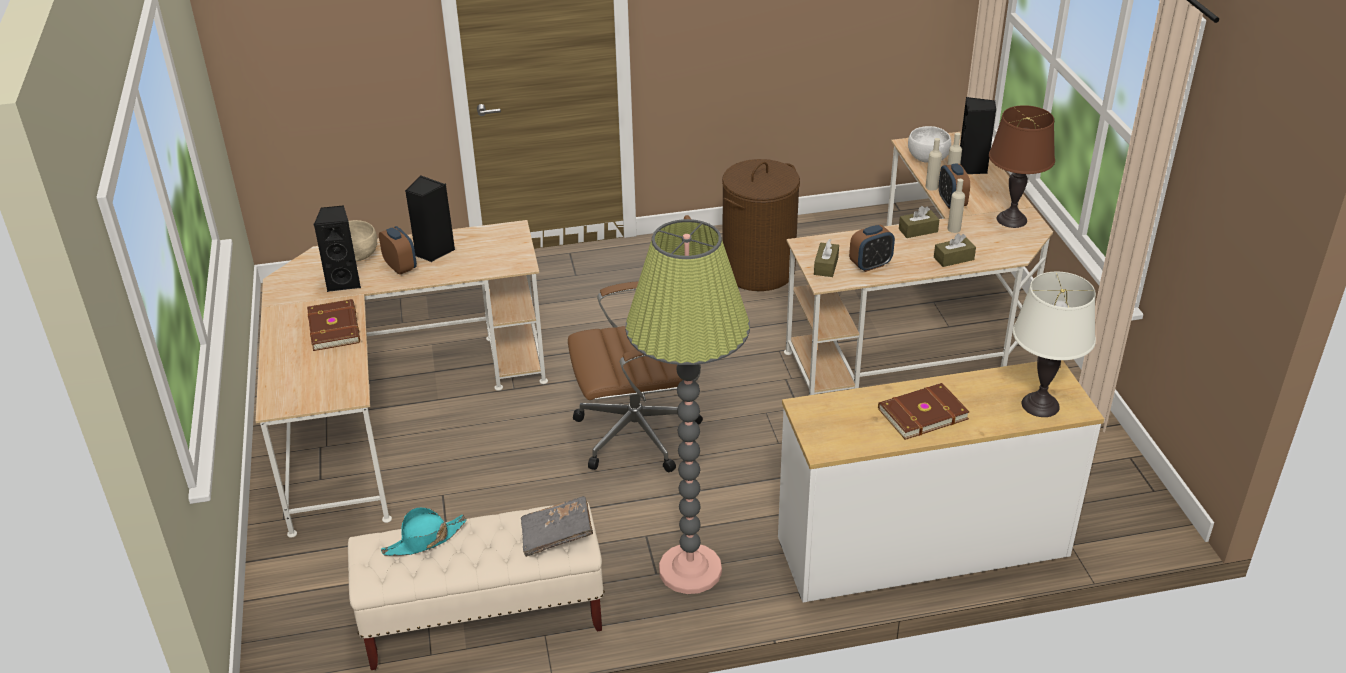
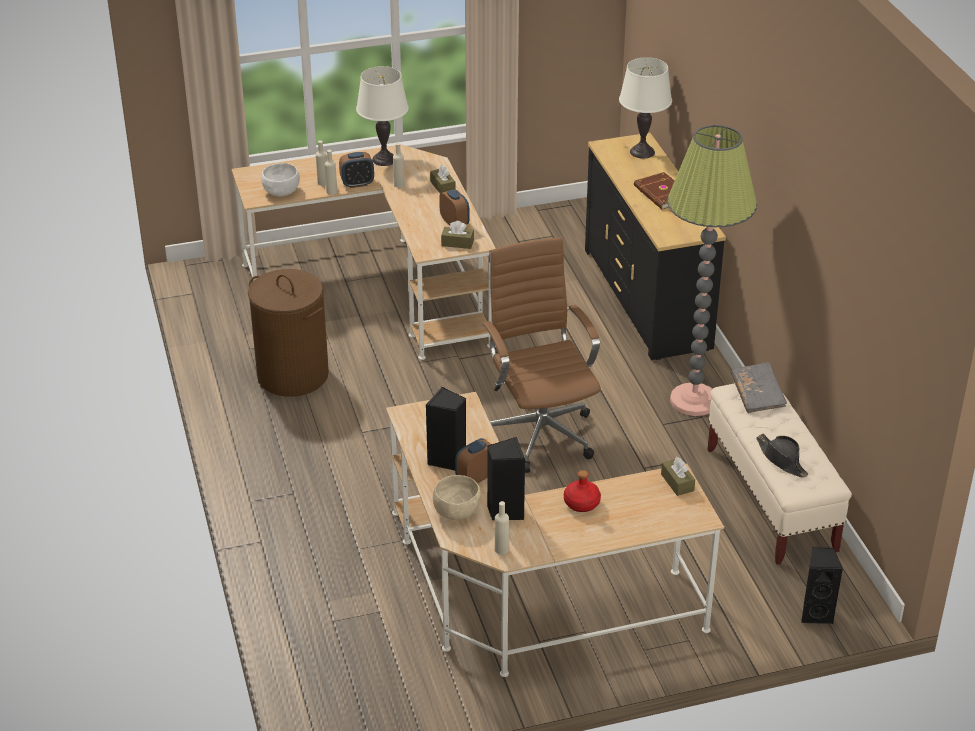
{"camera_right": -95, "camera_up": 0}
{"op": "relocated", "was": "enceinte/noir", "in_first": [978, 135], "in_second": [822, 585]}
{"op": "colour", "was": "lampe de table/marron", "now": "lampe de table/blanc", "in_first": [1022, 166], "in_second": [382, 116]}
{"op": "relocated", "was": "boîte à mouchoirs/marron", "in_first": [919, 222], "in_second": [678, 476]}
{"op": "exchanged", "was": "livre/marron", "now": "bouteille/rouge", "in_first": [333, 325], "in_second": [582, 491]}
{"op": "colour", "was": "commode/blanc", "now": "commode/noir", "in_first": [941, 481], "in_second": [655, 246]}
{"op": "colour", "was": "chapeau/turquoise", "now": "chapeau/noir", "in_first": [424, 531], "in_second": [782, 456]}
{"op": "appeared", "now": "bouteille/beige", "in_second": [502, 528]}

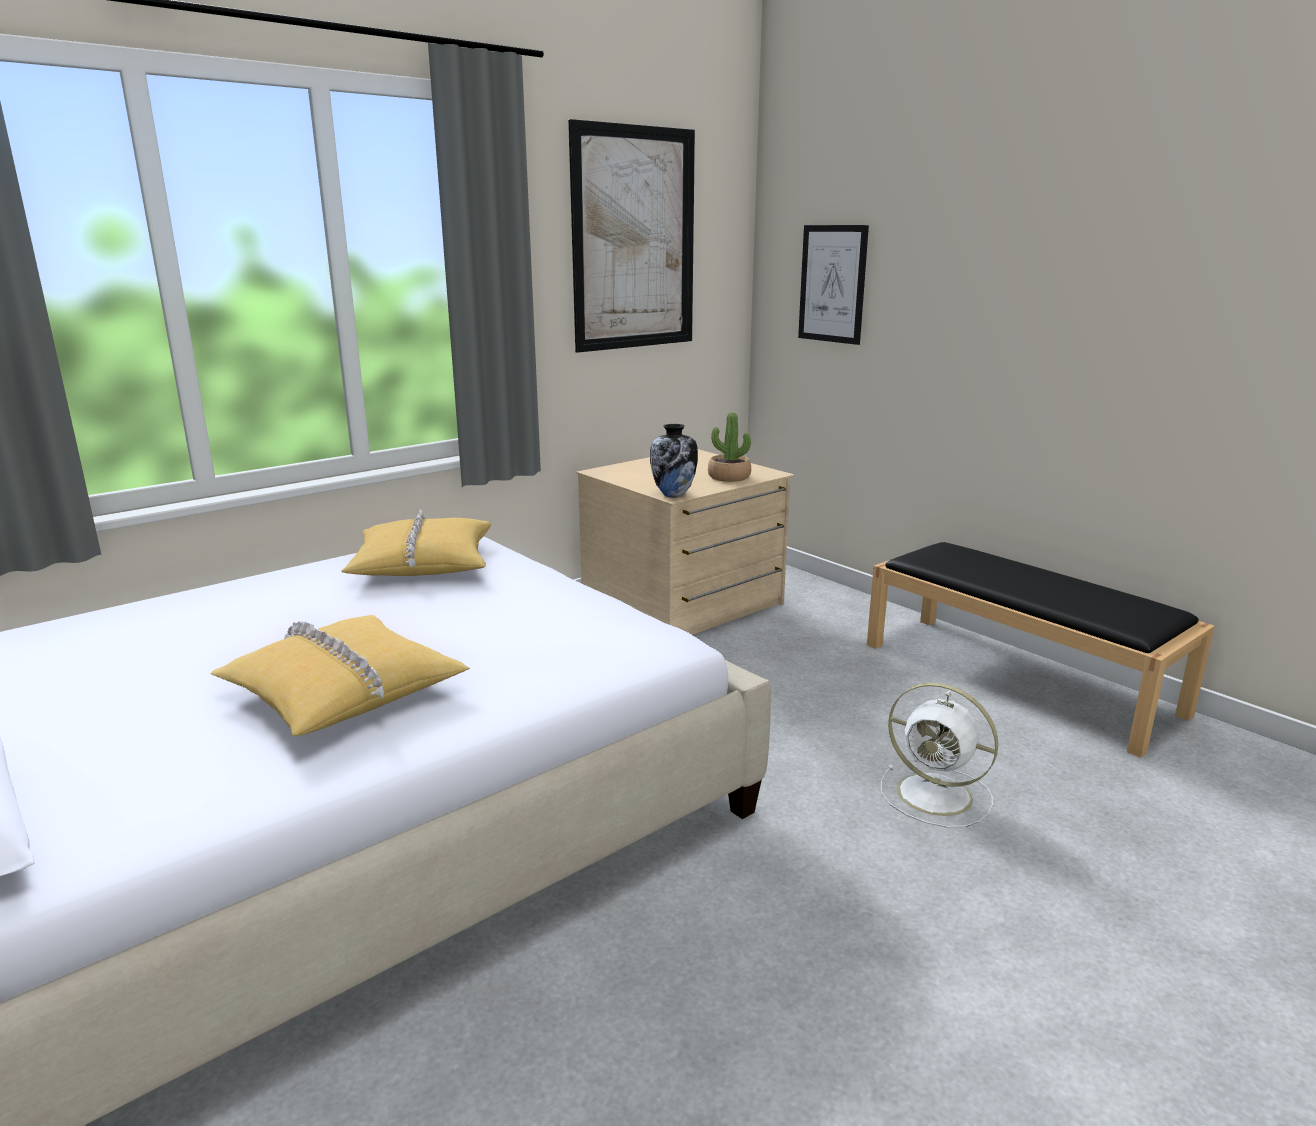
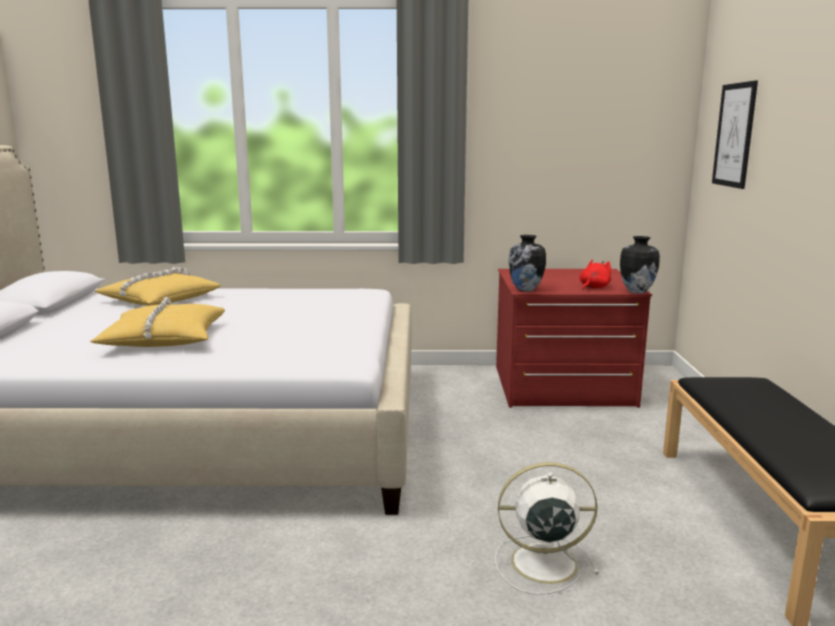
{"camera_right": 40, "camera_up": -5}
{"op": "missing", "was": "tableau", "in_first": [631, 236]}
{"op": "exchanged", "was": "plante en pot", "now": "peluche/rouge", "in_first": [729, 447], "in_second": [595, 274]}
{"op": "colour", "was": "commode/beige", "now": "commode/rouge", "in_first": [685, 542], "in_second": [574, 338]}
{"op": "relocated", "was": "coussin/jaune", "in_first": [416, 542], "in_second": [158, 286]}
{"op": "spun", "was": "ventilateur/blanc", "in_first": [939, 755], "in_second": [547, 528], "clockwise": 105}
{"op": "appeared", "now": "vase", "in_second": [640, 265]}

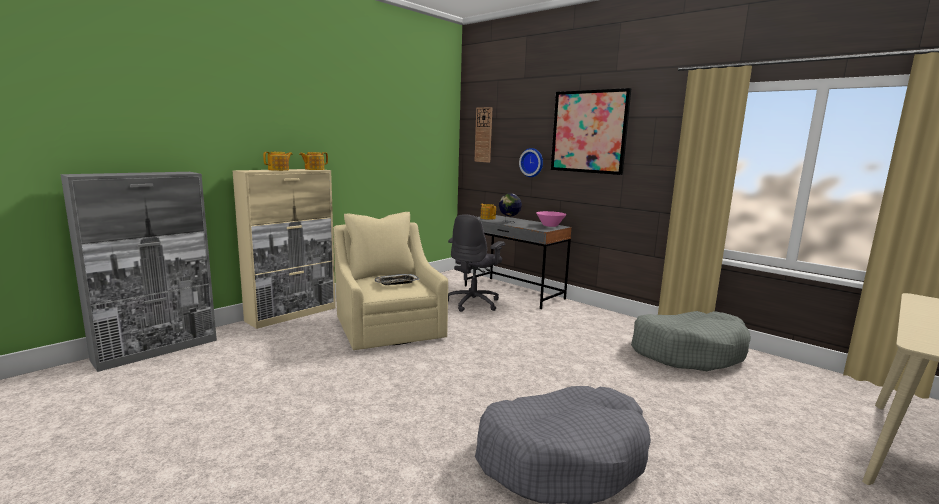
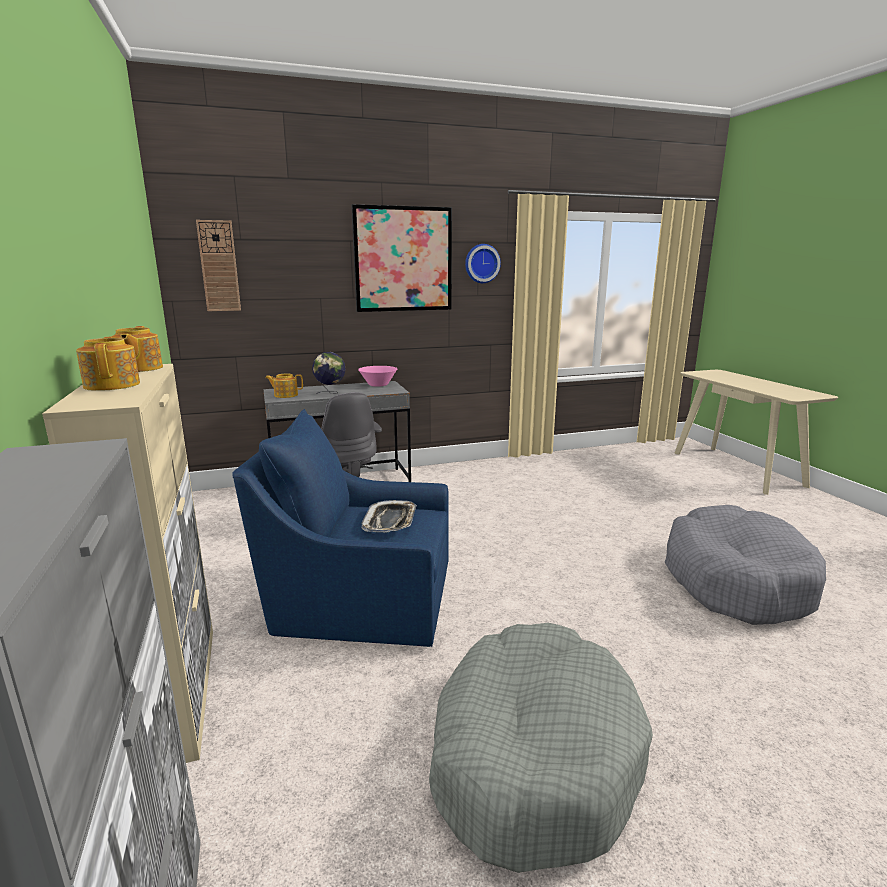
{"camera_right": -60, "camera_up": 5}
{"op": "relocated", "was": "horloge murale", "in_first": [531, 162], "in_second": [483, 263]}
{"op": "colour", "was": "fauteuil/beige", "now": "fauteuil/bleu", "in_first": [390, 281], "in_second": [340, 528]}
{"op": "relocated", "was": "panier pour chien/gris", "in_first": [691, 341], "in_second": [541, 748]}

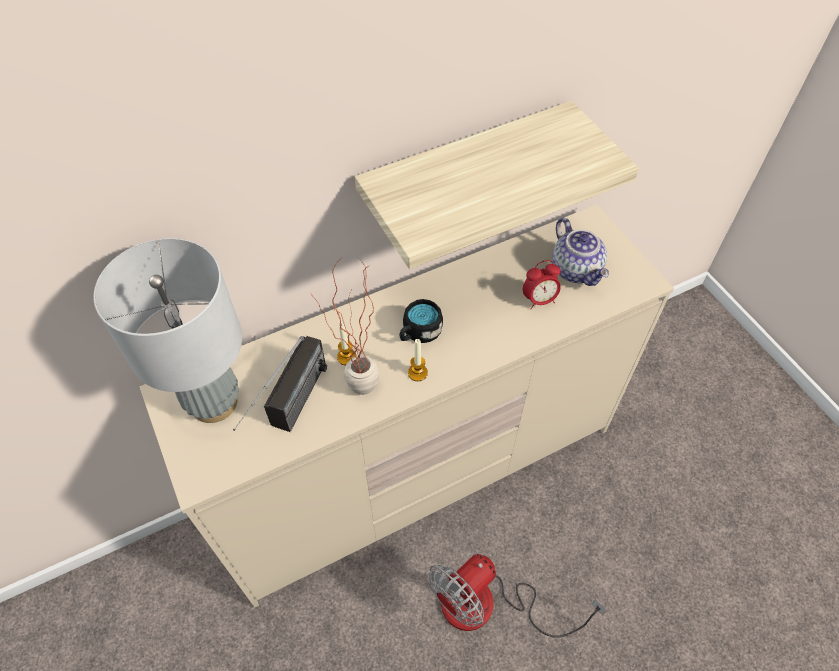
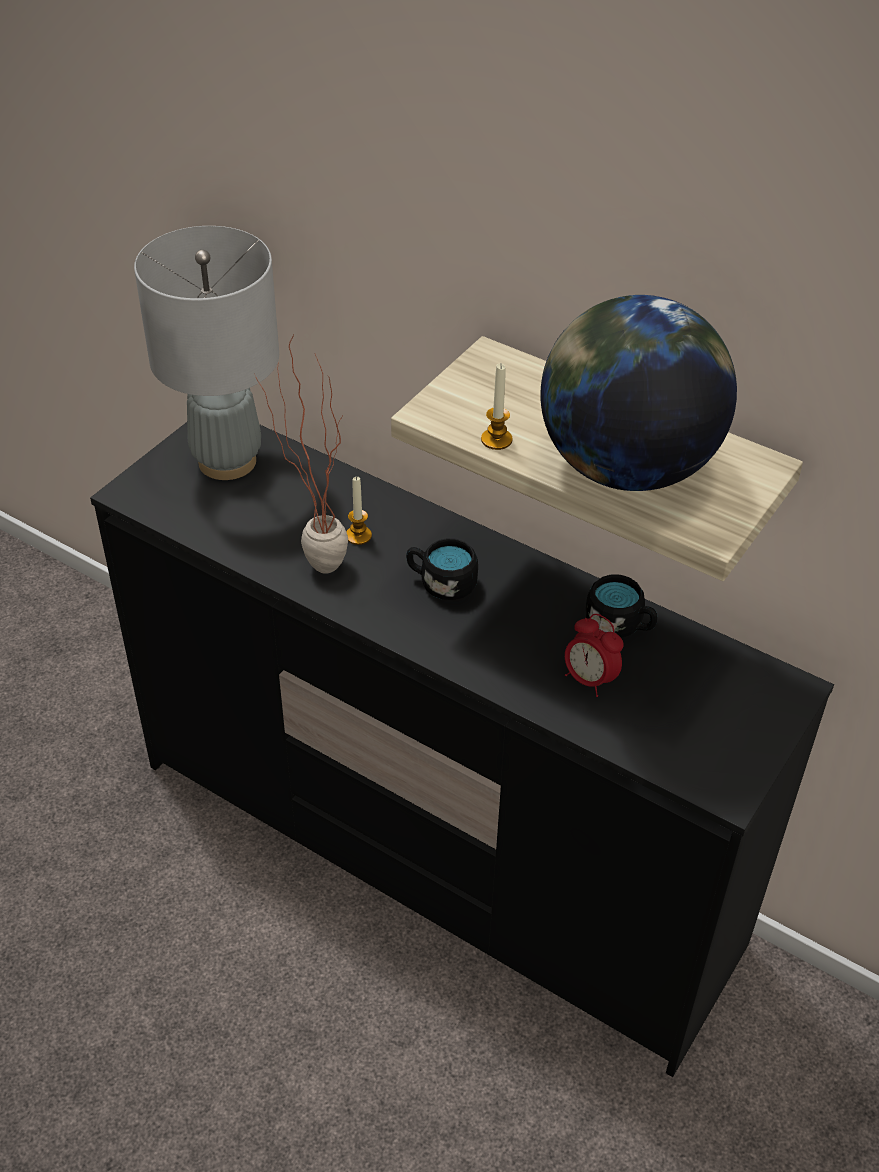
{"camera_right": 60, "camera_up": -10}
{"op": "colour", "was": "commode/beige", "now": "commode/noir", "in_first": [406, 406], "in_second": [462, 749]}
{"op": "missing", "was": "théière", "in_first": [580, 252]}
{"op": "missing", "was": "radio", "in_first": [280, 384]}
{"op": "relocated", "was": "bougie", "in_first": [418, 360], "in_second": [497, 407]}
{"op": "missing", "was": "ventilateur", "in_first": [518, 596]}
{"op": "appeared", "now": "globe", "in_second": [639, 393]}
{"op": "appeared", "now": "mug/noir", "in_second": [621, 606]}

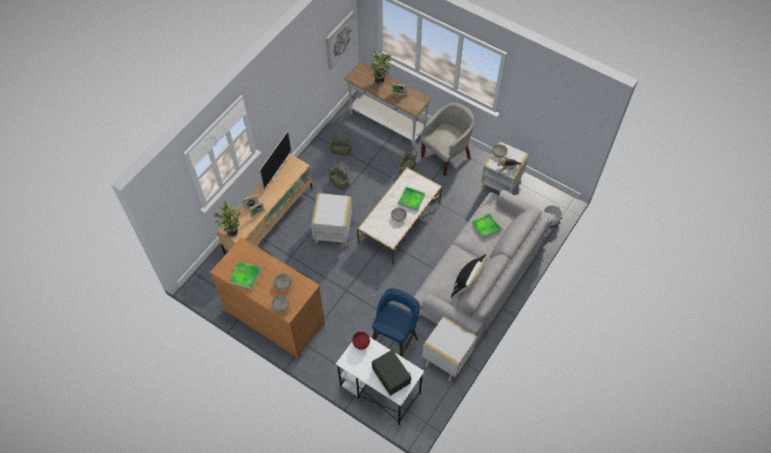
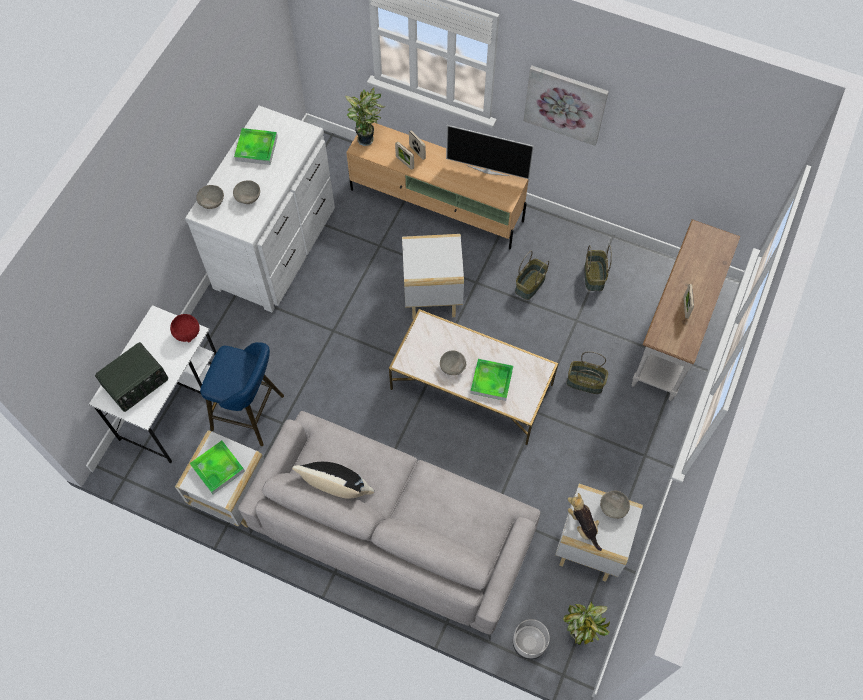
{"camera_right": 80, "camera_up": 5}
{"op": "relocated", "was": "tableau", "in_first": [341, 40], "in_second": [566, 106]}
{"op": "relocated", "was": "plante en pot", "in_first": [380, 67], "in_second": [586, 623]}
{"op": "missing", "was": "fauteuil/beige", "in_first": [447, 139]}
{"op": "relocated", "was": "plateau", "in_first": [486, 226], "in_second": [217, 467]}
{"op": "colour", "was": "commode/marron", "now": "commode/blanc", "in_first": [267, 298], "in_second": [260, 209]}

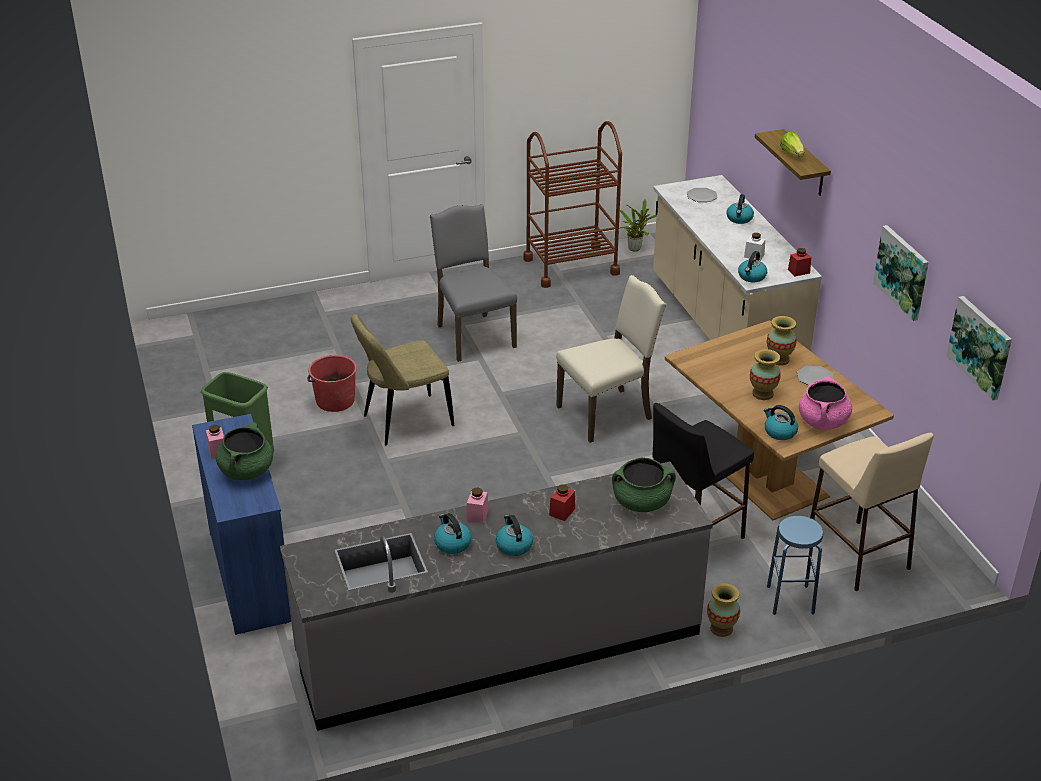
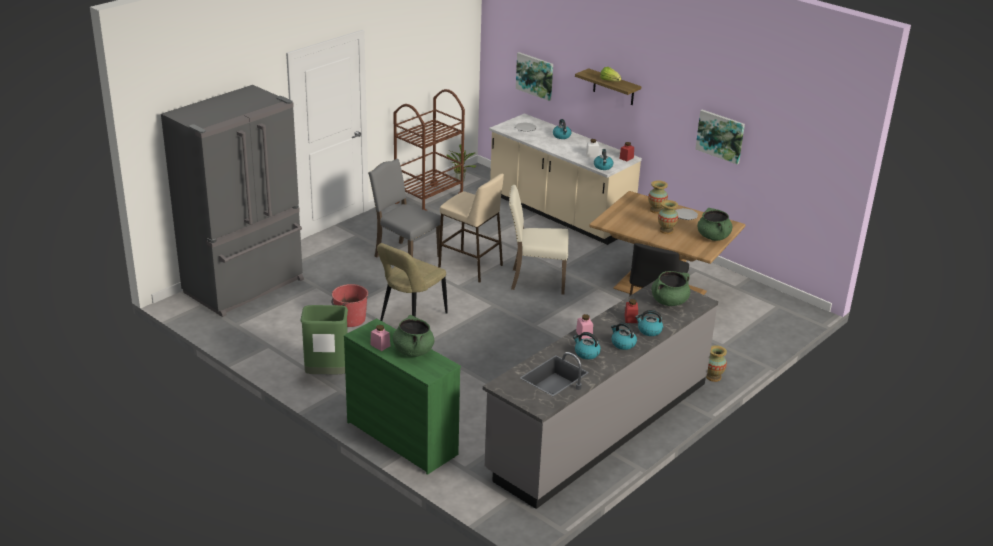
{"camera_right": -30, "camera_up": -5}
{"op": "spun", "was": "chaise/beige", "in_first": [611, 359], "in_second": [539, 240], "clockwise": -120}
{"op": "relocated", "was": "tableau", "in_first": [979, 348], "in_second": [534, 76]}
{"op": "colour", "was": "marmite/rose", "now": "marmite/vert", "in_first": [825, 403], "in_second": [715, 224]}
{"op": "relocated", "was": "bouilloire", "in_first": [781, 422], "in_second": [649, 323]}
{"op": "colour", "was": "commode/bleu", "now": "commode/vert", "in_first": [241, 524], "in_second": [402, 396]}
{"op": "relocated", "was": "tabouret/beige", "in_first": [872, 512], "in_second": [471, 228]}
{"op": "missing", "was": "tabouret/bleu", "in_first": [795, 565]}
{"op": "appeared", "now": "réfrigérateur/gris", "in_second": [232, 201]}

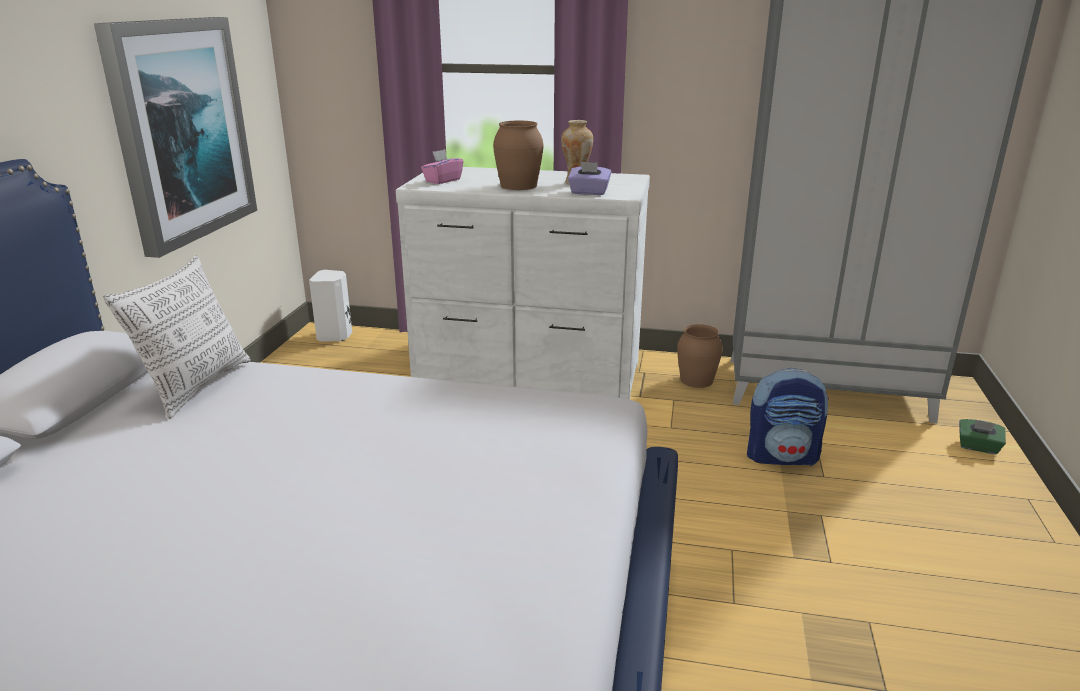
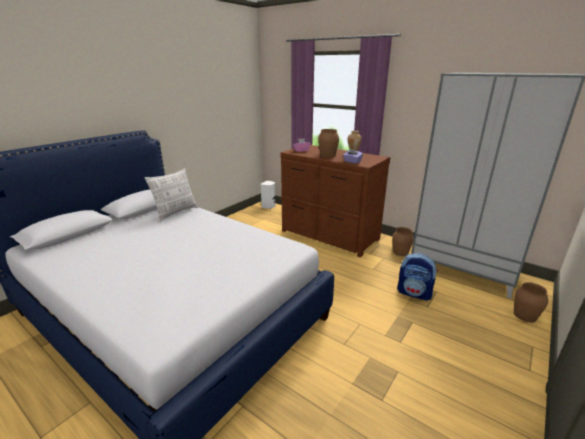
{"camera_right": 25, "camera_up": 0}
{"op": "missing", "was": "tableau", "in_first": [175, 137]}
{"op": "colour", "was": "commode/blanc", "now": "commode/marron", "in_first": [523, 283], "in_second": [335, 201]}
{"op": "exchanged", "was": "boîte à mouchoirs/vert", "now": "vase/marron", "in_first": [982, 436], "in_second": [531, 302]}

